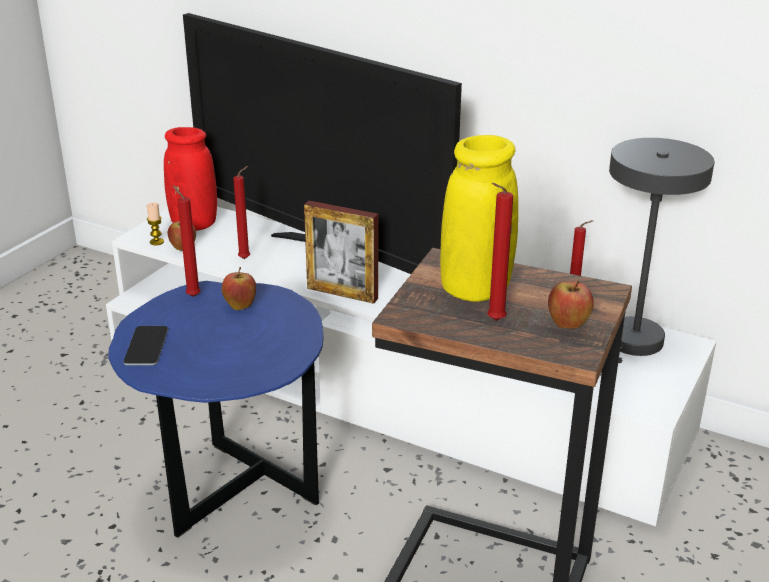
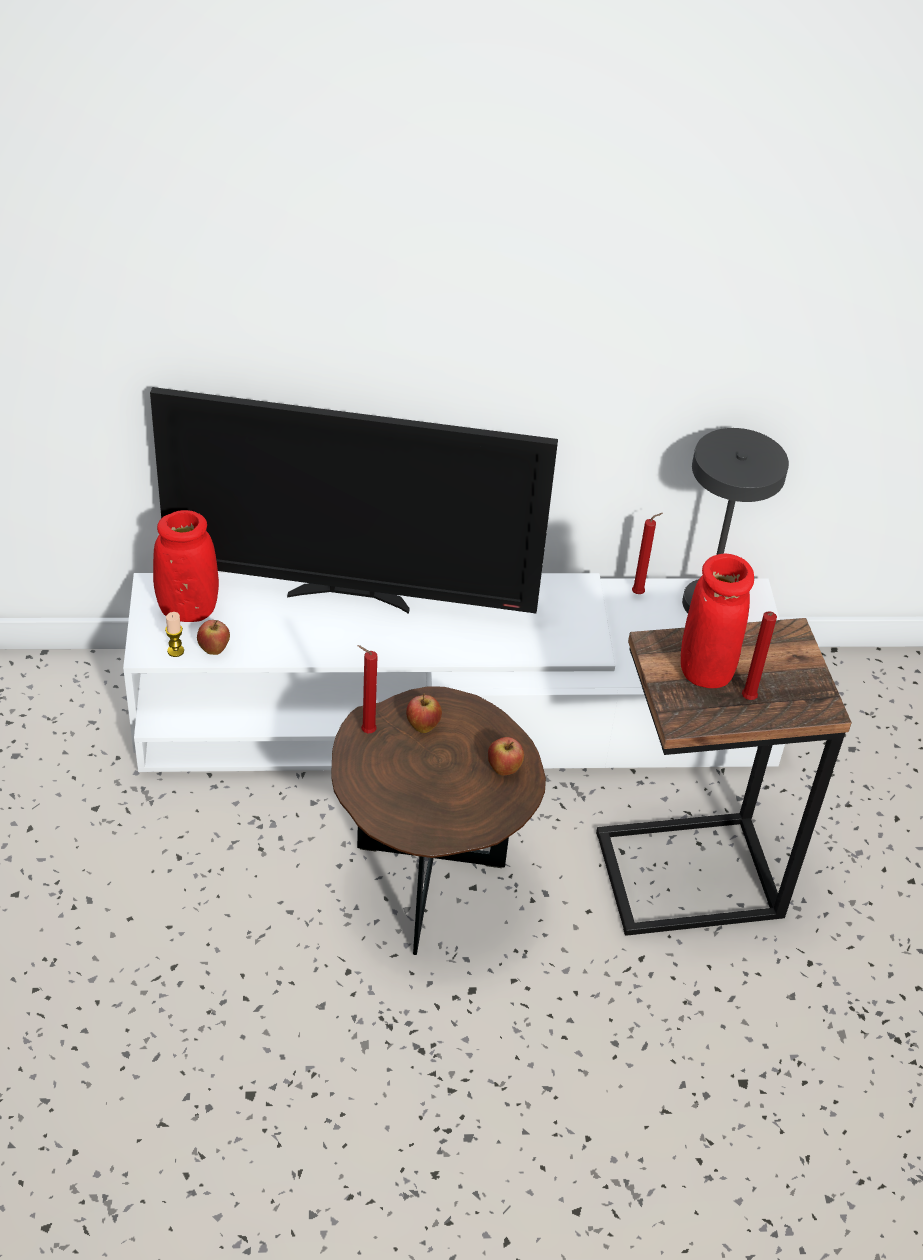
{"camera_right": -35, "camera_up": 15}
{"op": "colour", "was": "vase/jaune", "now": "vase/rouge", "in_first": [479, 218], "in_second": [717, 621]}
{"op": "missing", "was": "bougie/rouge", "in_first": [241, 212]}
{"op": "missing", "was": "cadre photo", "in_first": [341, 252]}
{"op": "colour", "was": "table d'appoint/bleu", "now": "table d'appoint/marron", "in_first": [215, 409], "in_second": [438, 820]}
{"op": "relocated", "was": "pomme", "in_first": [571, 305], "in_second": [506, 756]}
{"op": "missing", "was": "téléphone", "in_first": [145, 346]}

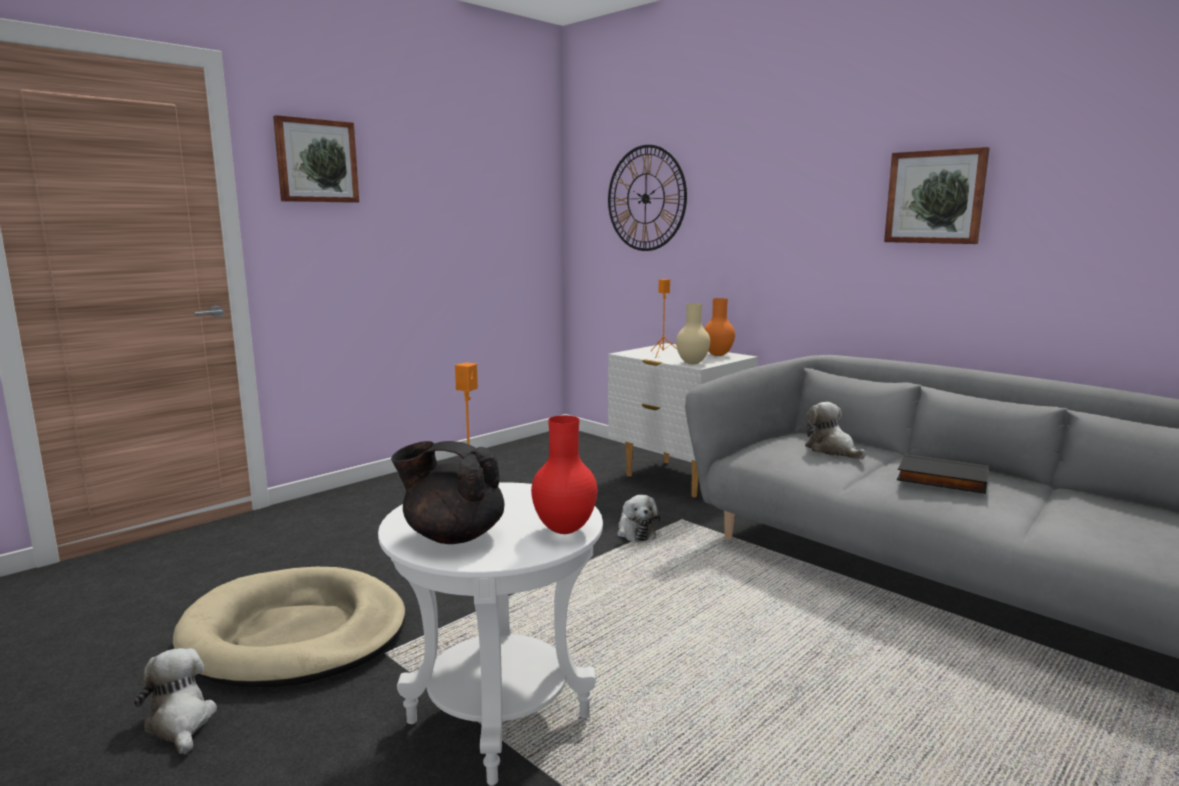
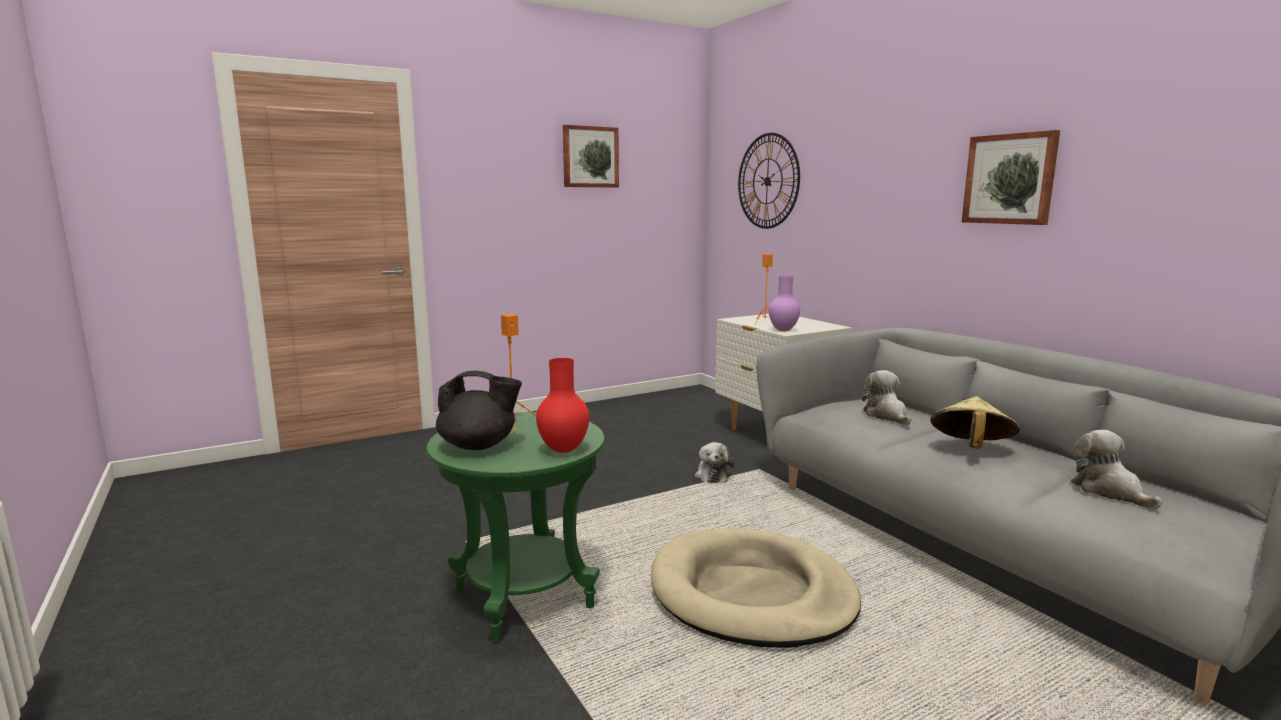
{"camera_right": 15, "camera_up": 0}
{"op": "relocated", "was": "tableau", "in_first": [316, 159], "in_second": [591, 156]}
{"op": "missing", "was": "vase/orange", "in_first": [719, 327]}
{"op": "colour", "was": "vase/beige", "now": "vase/violet", "in_first": [693, 333], "in_second": [784, 303]}
{"op": "spun", "was": "théière/noir", "in_first": [447, 492], "in_second": [479, 410], "clockwise": 150}
{"op": "exchanged", "was": "livre/noir", "now": "chapeau/beige", "in_first": [943, 474], "in_second": [975, 422]}
{"op": "colour", "was": "table d'appoint/blanc", "now": "table d'appoint/vert", "in_first": [490, 633], "in_second": [515, 527]}
{"op": "relocated", "was": "panier pour chien/beige", "in_first": [289, 627], "in_second": [756, 588]}
{"op": "relocated", "was": "peluche", "in_first": [175, 701], "in_second": [1116, 469]}

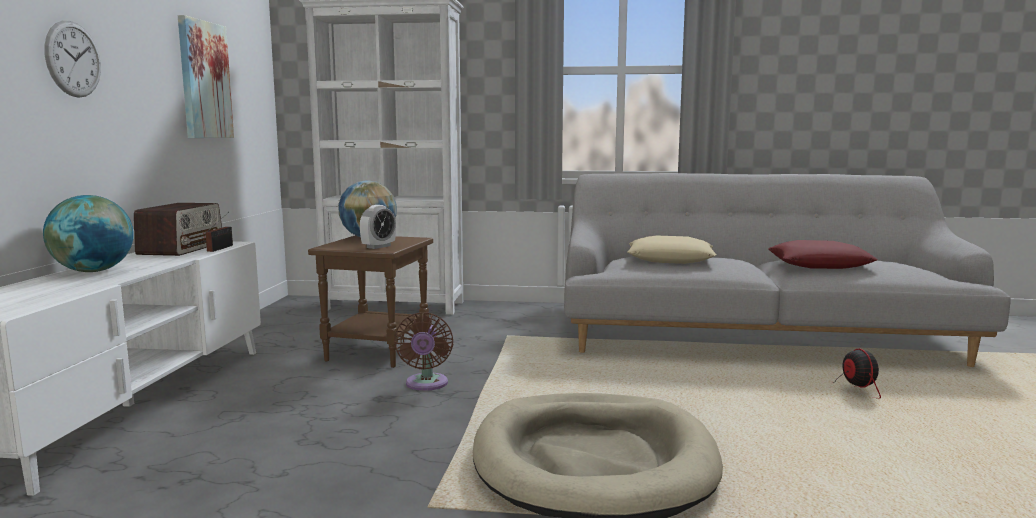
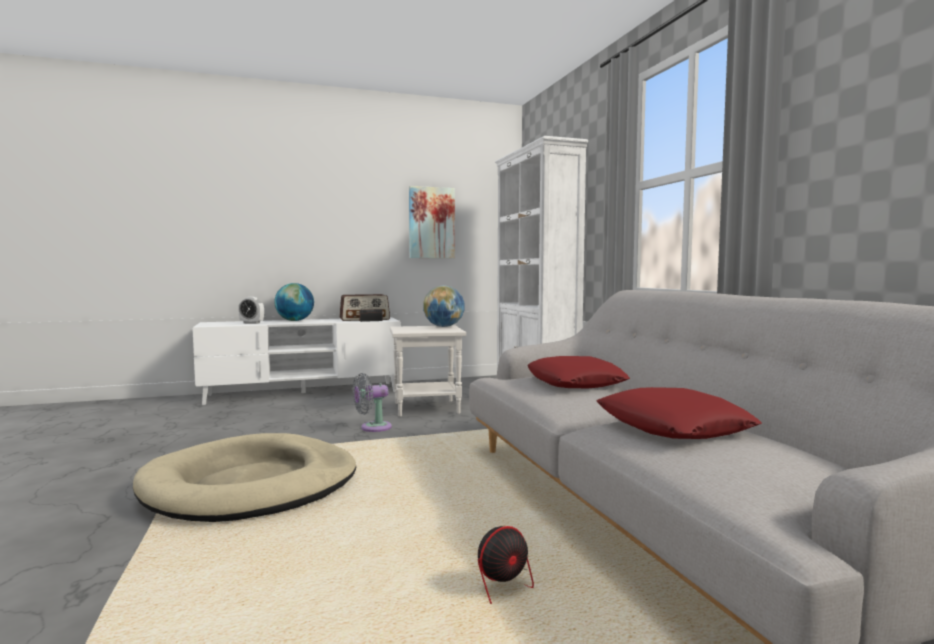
{"camera_right": 65, "camera_up": -5}
{"op": "missing", "was": "horloge murale", "in_first": [72, 59]}
{"op": "relocated", "was": "réveil", "in_first": [378, 227], "in_second": [251, 310]}
{"op": "colour", "was": "table d'appoint/marron", "now": "table d'appoint/blanc", "in_first": [370, 301], "in_second": [428, 371]}
{"op": "colour", "was": "coussin/beige", "now": "coussin/rouge", "in_first": [672, 249], "in_second": [579, 372]}
{"op": "colour", "was": "ventilateur/marron", "now": "ventilateur/gris", "in_first": [423, 351], "in_second": [372, 402]}

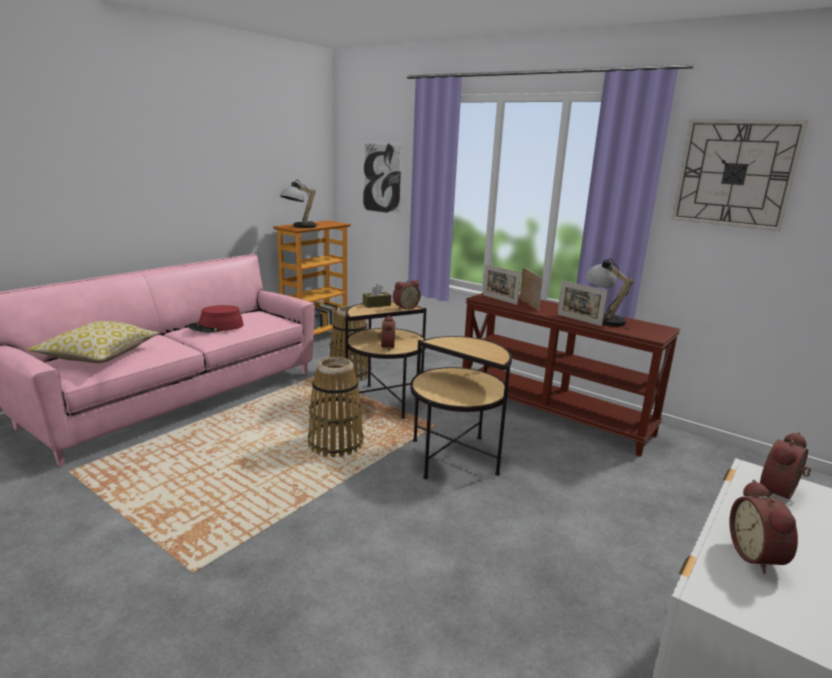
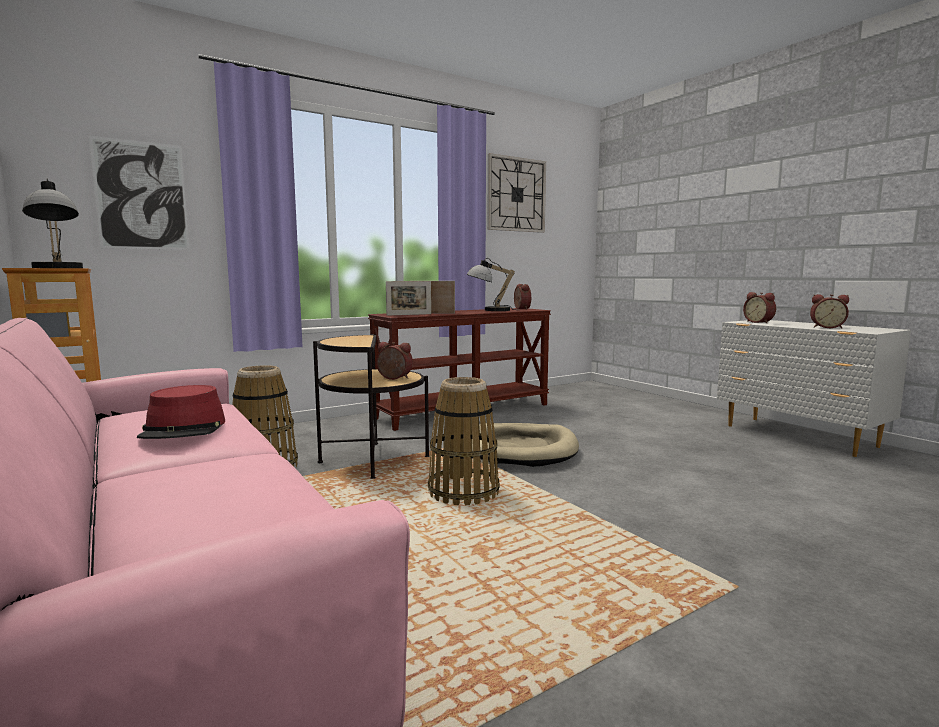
{"camera_right": -70, "camera_up": -10}
{"op": "relocated", "was": "réveil", "in_first": [406, 295], "in_second": [522, 296]}
{"op": "missing", "was": "cadre photo", "in_first": [582, 303]}
{"op": "missing", "was": "boîte à mouchoirs/marron", "in_first": [377, 296]}
{"op": "missing", "was": "coussin", "in_first": [93, 342]}
{"op": "exchanged", "was": "table d'appoint", "now": "panier pour chien/beige", "in_first": [461, 407], "in_second": [525, 445]}

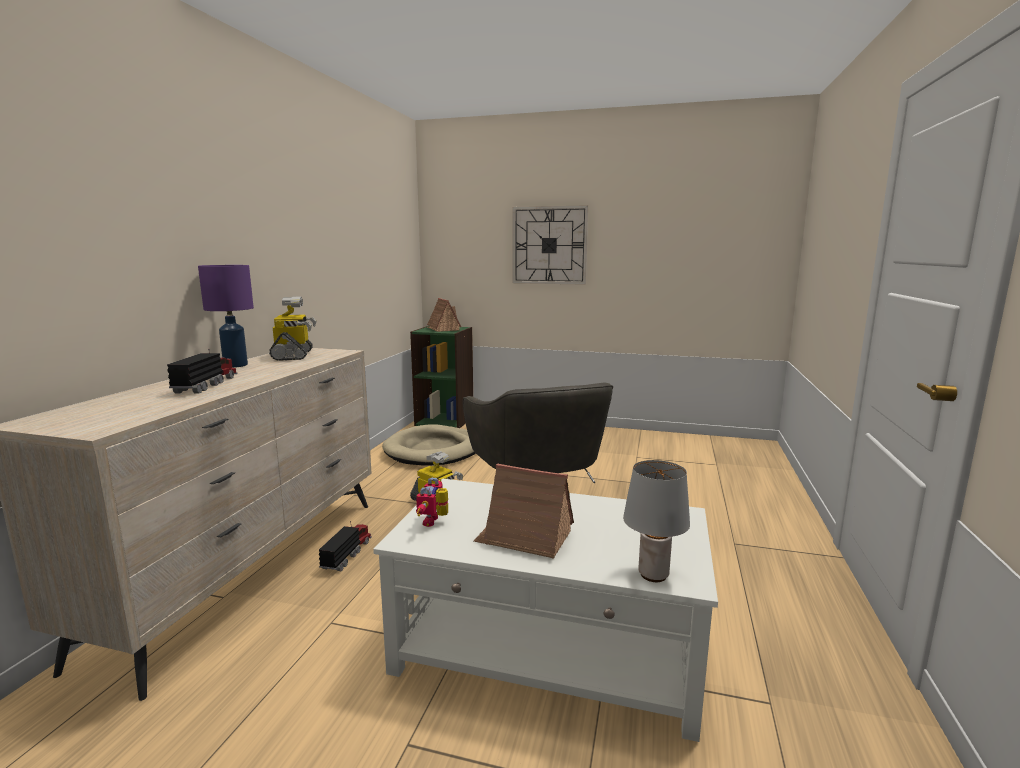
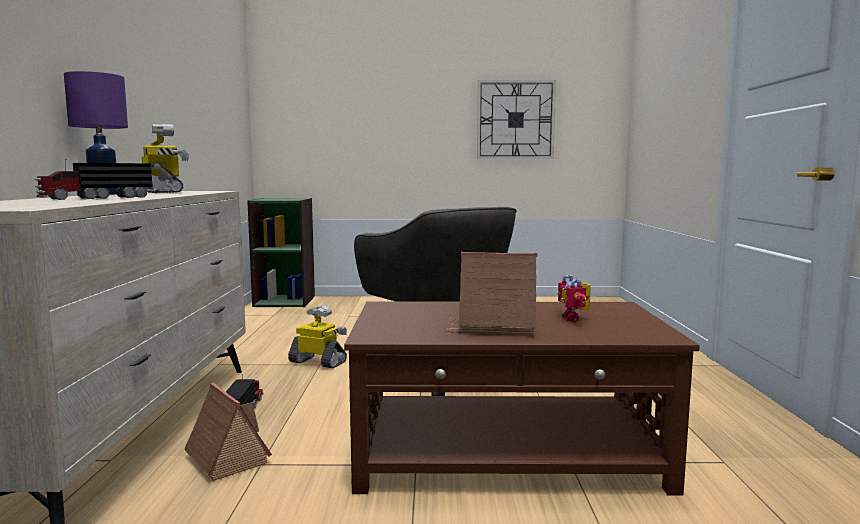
{"camera_right": -15, "camera_up": -5}
{"op": "relocated", "was": "horloge murale", "in_first": [550, 245], "in_second": [516, 119]}
{"op": "relocated", "was": "maison miniature", "in_first": [444, 315], "in_second": [228, 431]}
{"op": "spun", "was": "camion jouet", "in_first": [202, 371], "in_second": [93, 179], "clockwise": -120}
{"op": "missing", "was": "panier pour chien/beige", "in_first": [429, 445]}
{"op": "missing", "was": "lampe de table/gris", "in_first": [656, 521]}
{"op": "relocated", "was": "robot jouet", "in_first": [432, 502], "in_second": [574, 298]}
{"op": "colour", "was": "table basse/blanc", "now": "table basse/marron", "in_first": [545, 610], "in_second": [522, 398]}

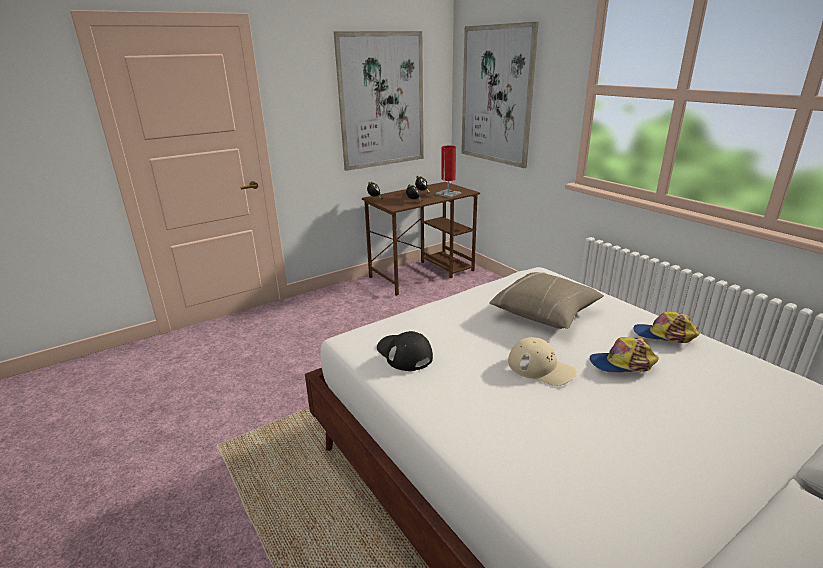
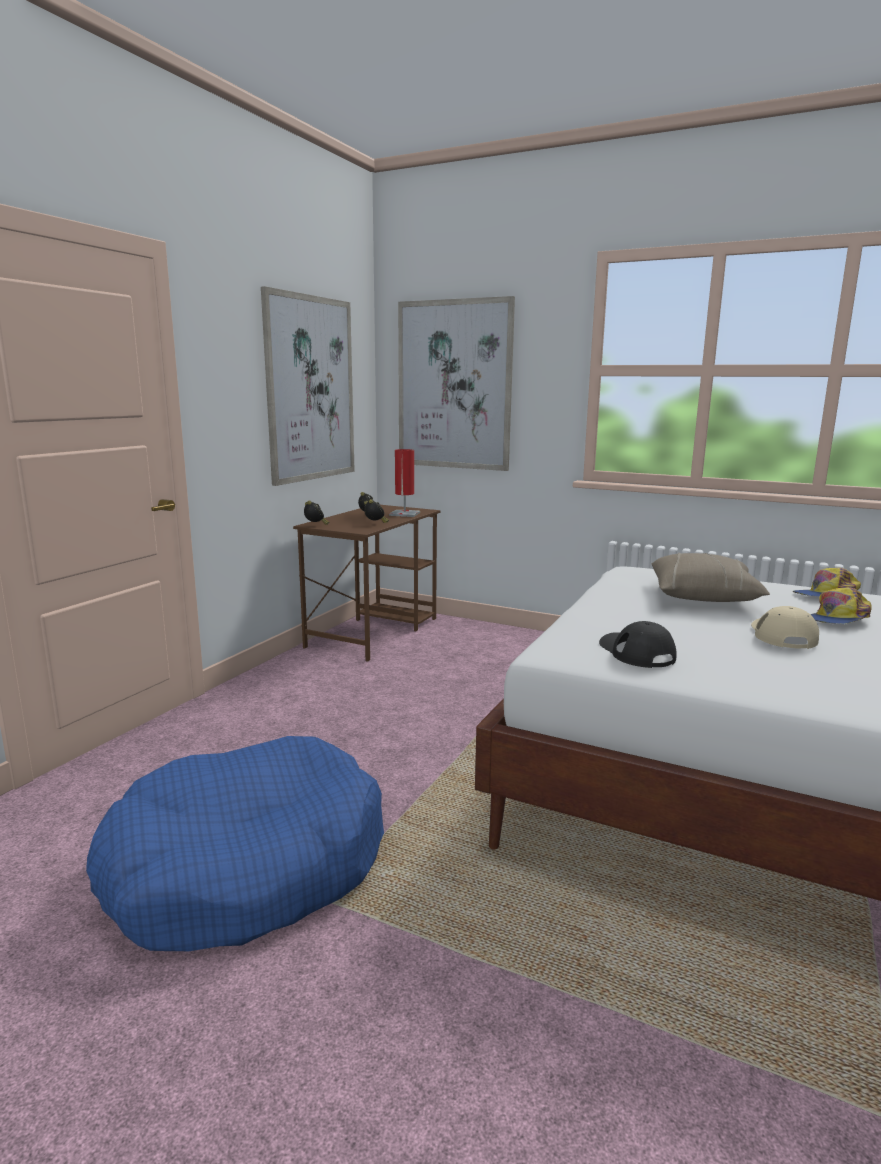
{"camera_right": -30, "camera_up": -10}
{"op": "spun", "was": "casquette/noir", "in_first": [405, 351], "in_second": [638, 644], "clockwise": 45}
{"op": "spun", "was": "casquette/beige", "in_first": [542, 361], "in_second": [785, 627], "clockwise": -90}
{"op": "appeared", "now": "panier pour chien/bleu", "in_second": [235, 843]}

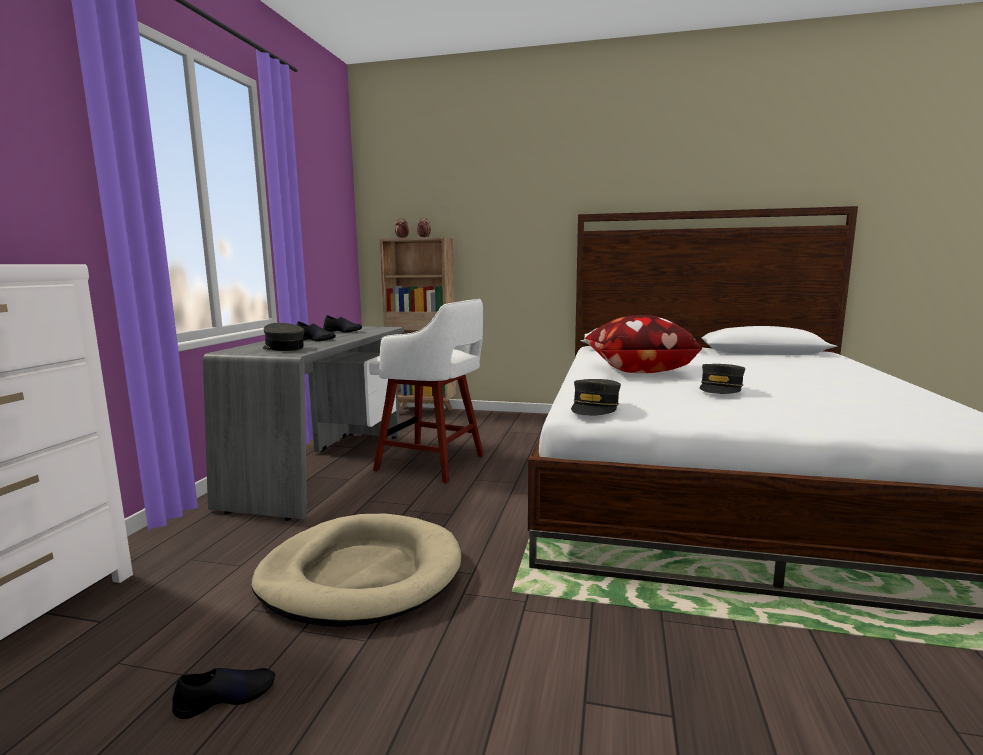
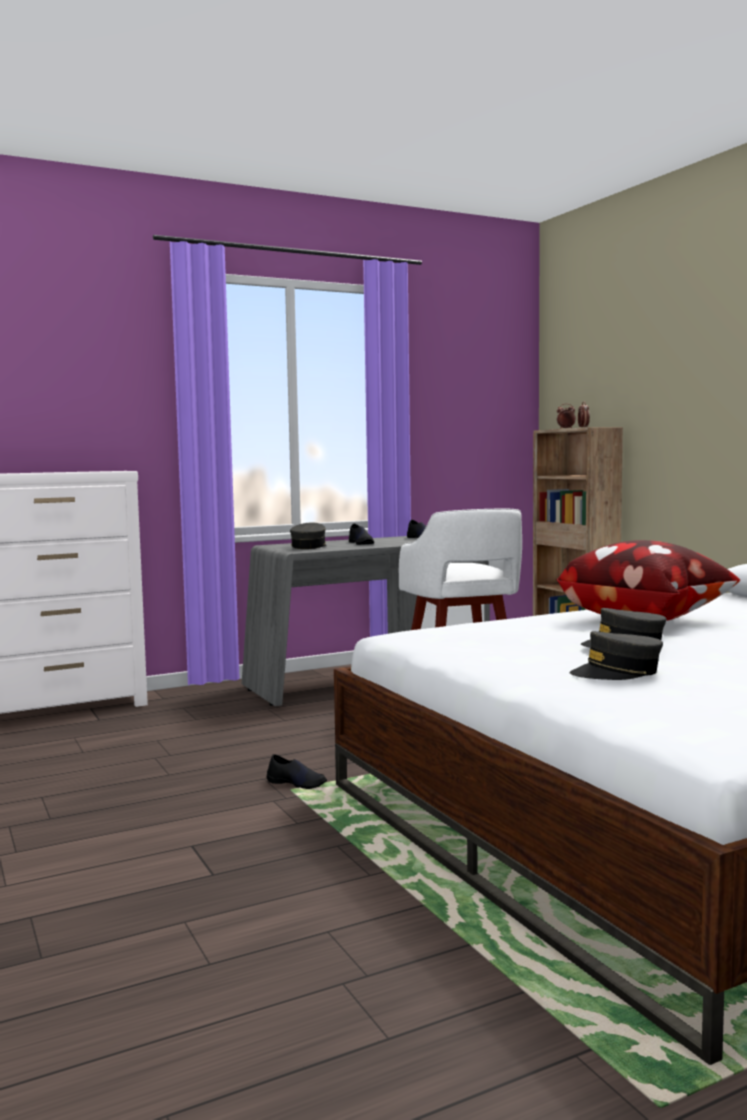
{"camera_right": 50, "camera_up": -5}
{"op": "relocated", "was": "casquette/gris", "in_first": [596, 397], "in_second": [616, 655]}
{"op": "missing", "was": "panier pour chien/beige", "in_first": [356, 570]}
{"op": "relocated", "was": "chaussure/noir", "in_first": [223, 693], "in_second": [297, 771]}

